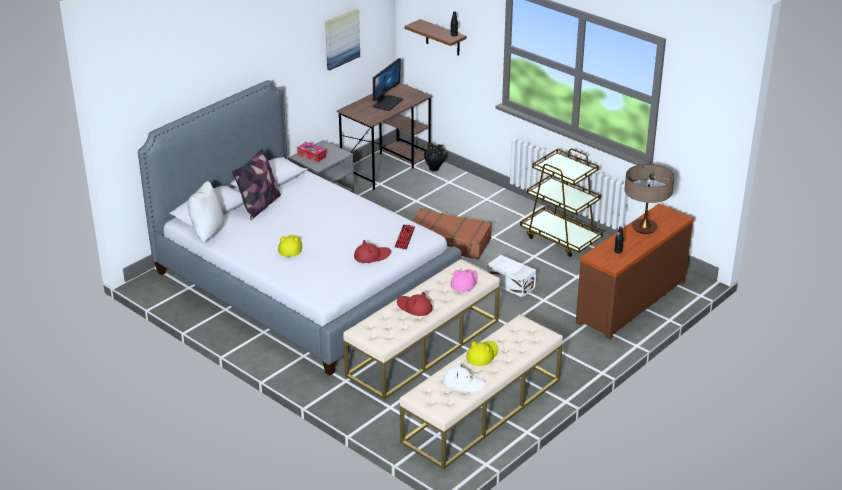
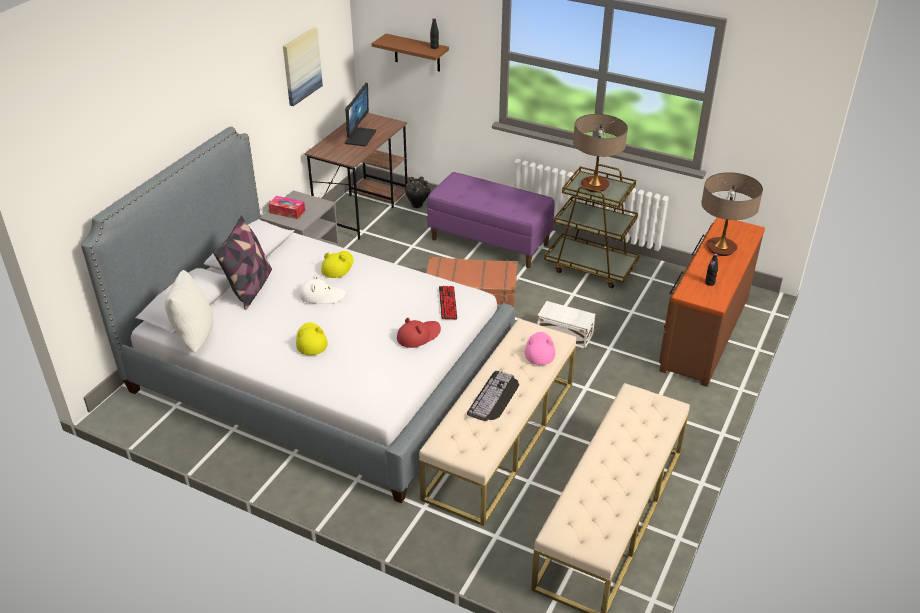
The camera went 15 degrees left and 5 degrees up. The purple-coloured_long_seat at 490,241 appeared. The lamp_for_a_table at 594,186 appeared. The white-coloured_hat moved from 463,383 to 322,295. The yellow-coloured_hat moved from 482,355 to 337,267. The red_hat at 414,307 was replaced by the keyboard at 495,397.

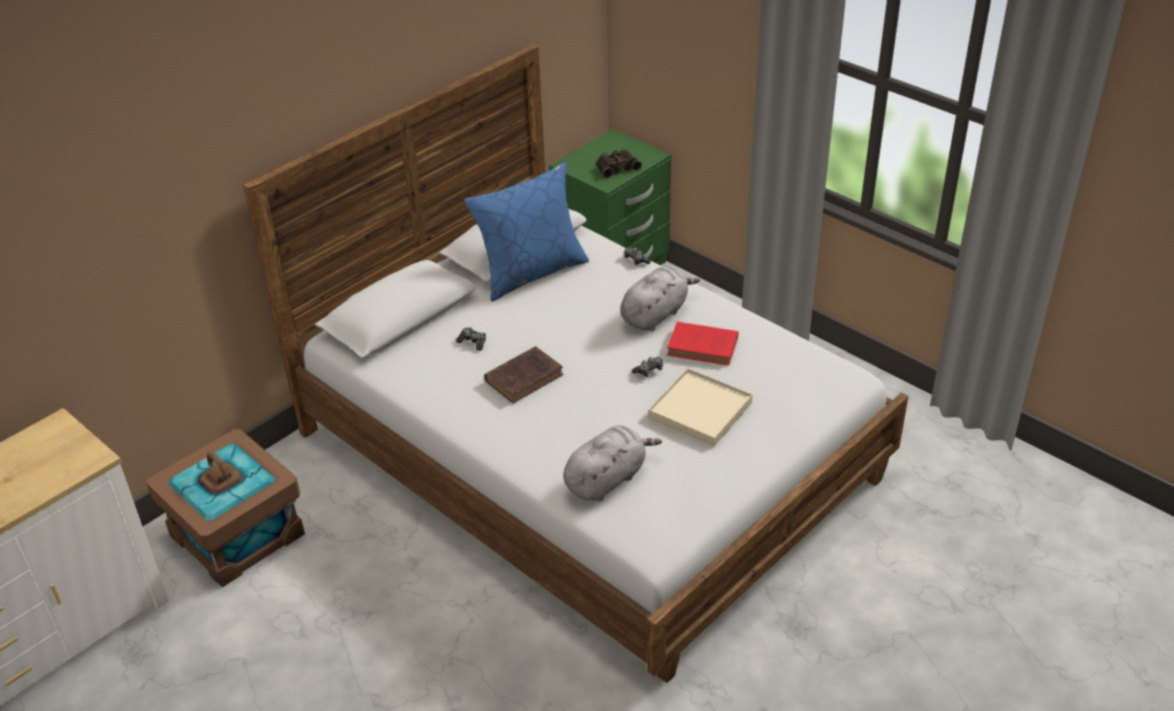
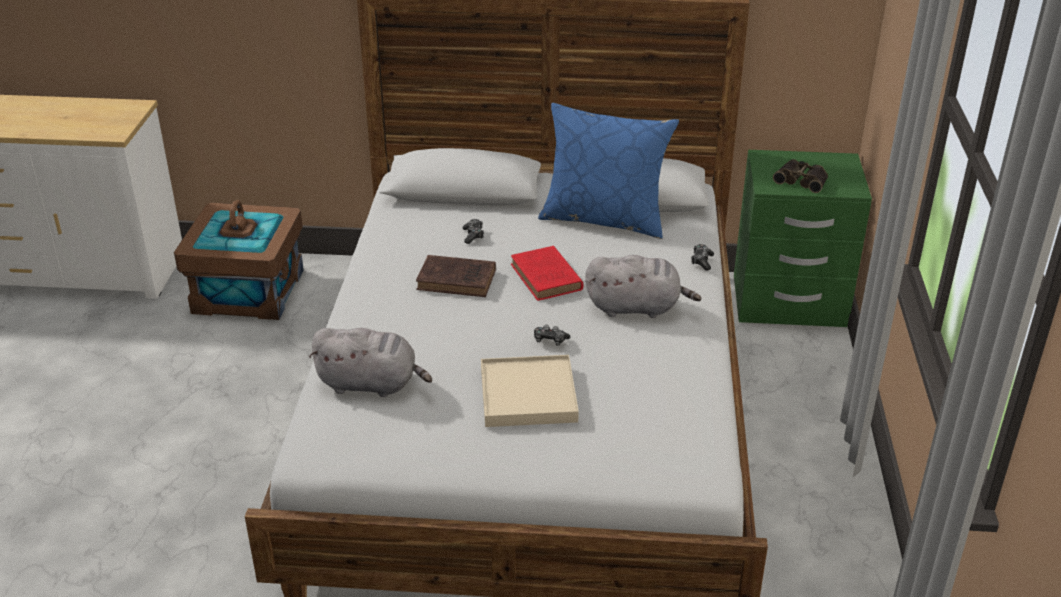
The camera went 50 degrees right and 5 degrees down. The red_book moved from 704,347 to 547,278.

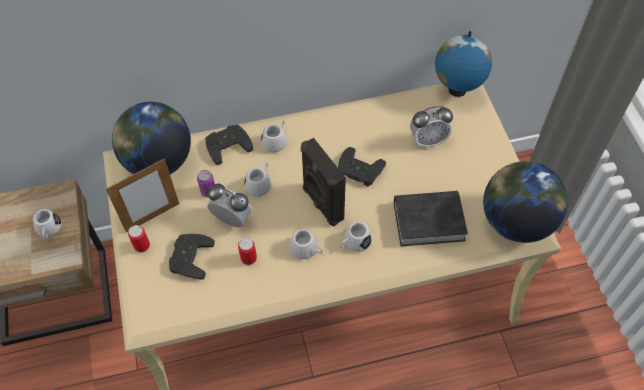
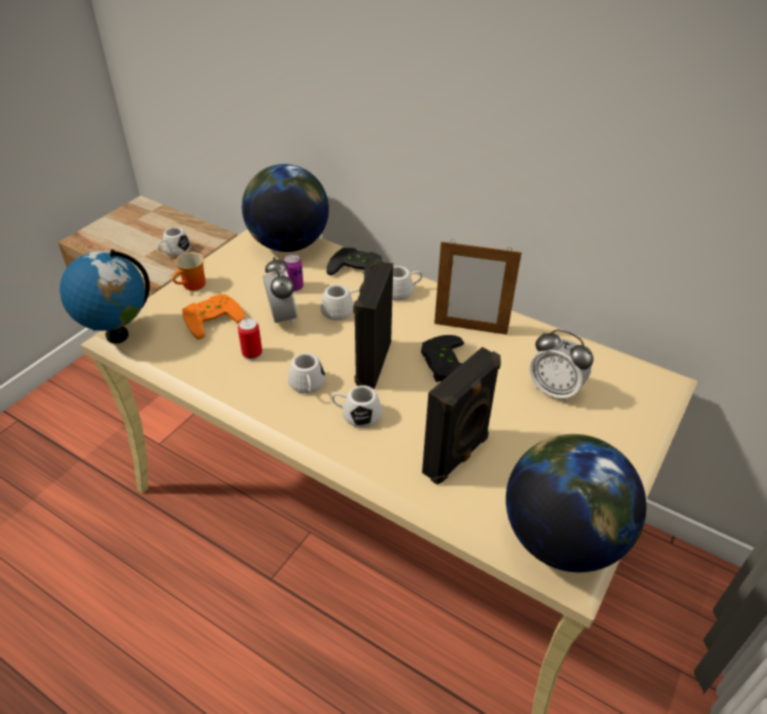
The camera went 45 degrees right and 15 degrees down. The photo_frame moved from 152,217 to 470,328. The globe moved from 456,90 to 117,335. The can at 142,246 was replaced by the mug at 193,286. The black_book at 428,221 was replaced by the black_loudspeaker at 457,456. The black_joypad at 188,257 became the orangey_joypad at 211,317.

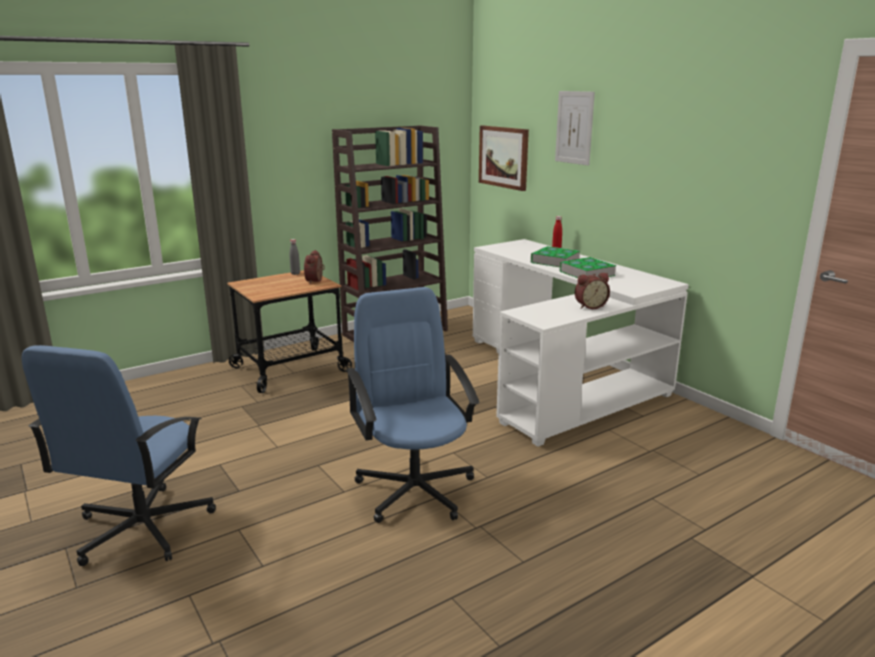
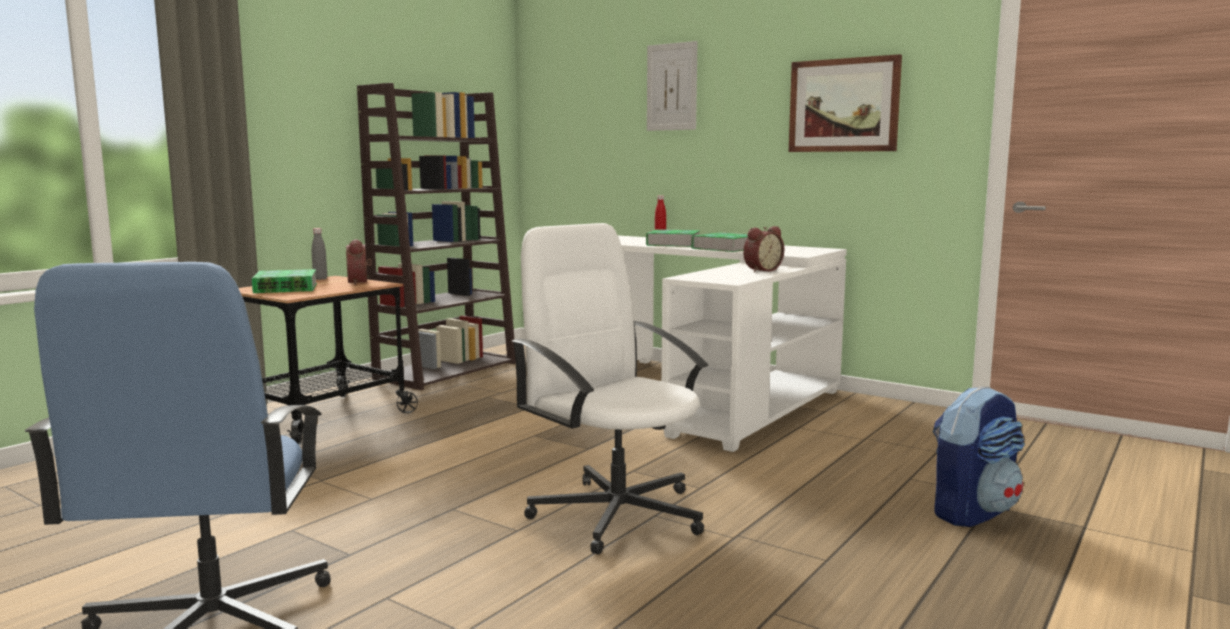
The camera went 20 degrees left and 10 degrees down. The book at 286,288 appeared. The rucksack at 972,512 appeared. The picture moved from 503,157 to 844,105. The blue-coloured_computer_chair at 415,489 became the white-coloured_computer_chair at 616,513.

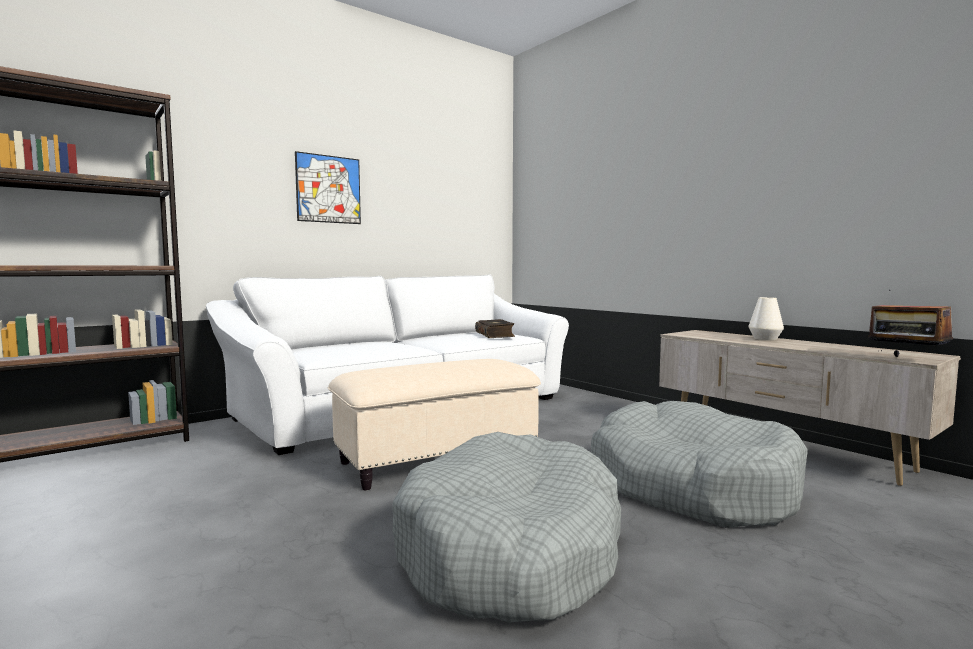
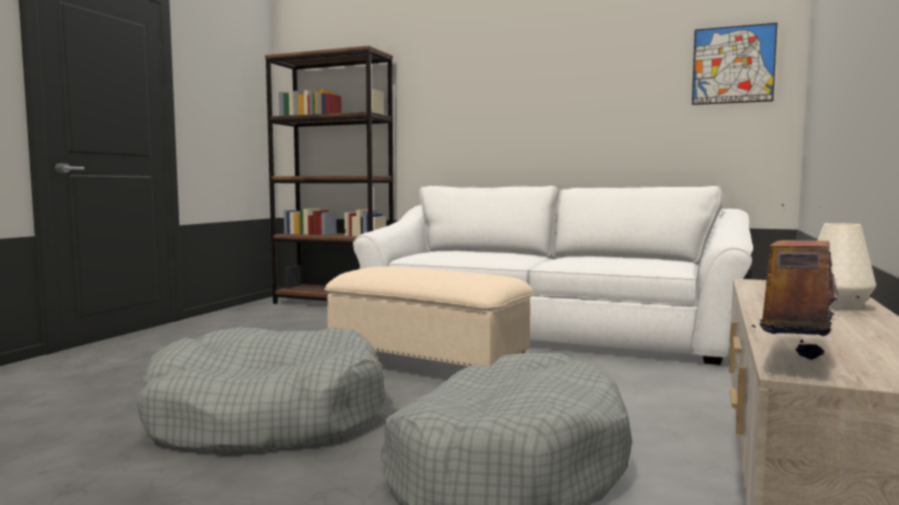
The camera went 60 degrees right and 0 degrees up. The book at 495,335 disappeared. The picture moved from 328,189 to 733,65.

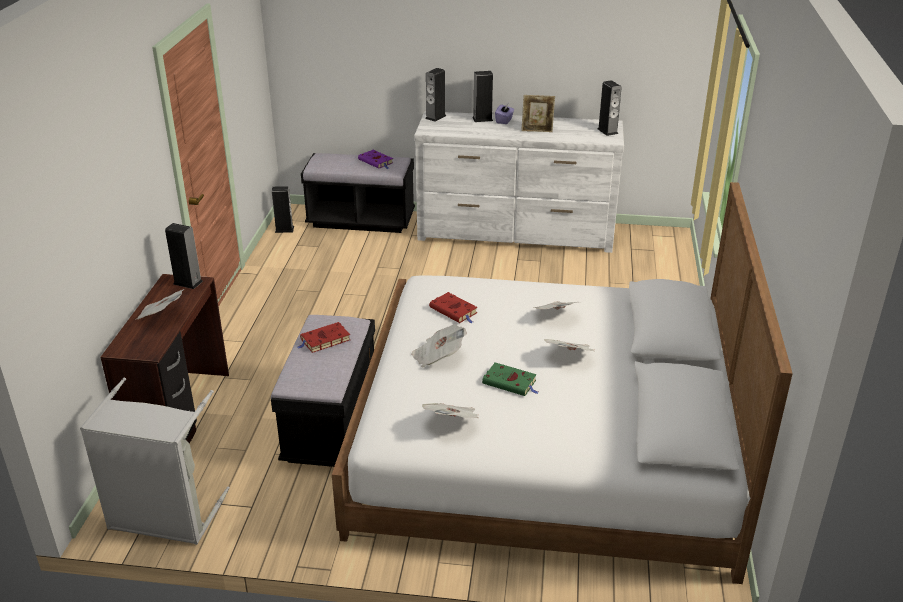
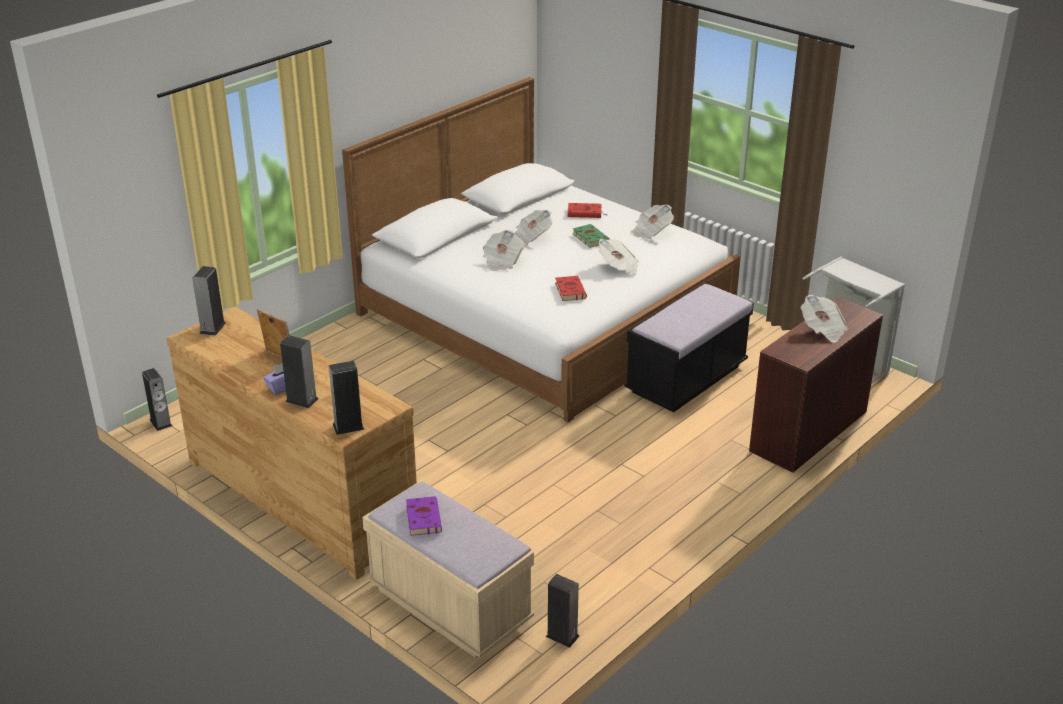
The camera went 145 degrees left and 0 degrees up. The loudspeaker moved from 188,282 to 161,422. The red_book moved from 324,340 to 585,213. The black_long_seat at 361,220 became the beige_long_seat at 449,605. The white-coloured_drawer_chest at 516,232 became the brown-coloured_drawer_chest at 301,497.

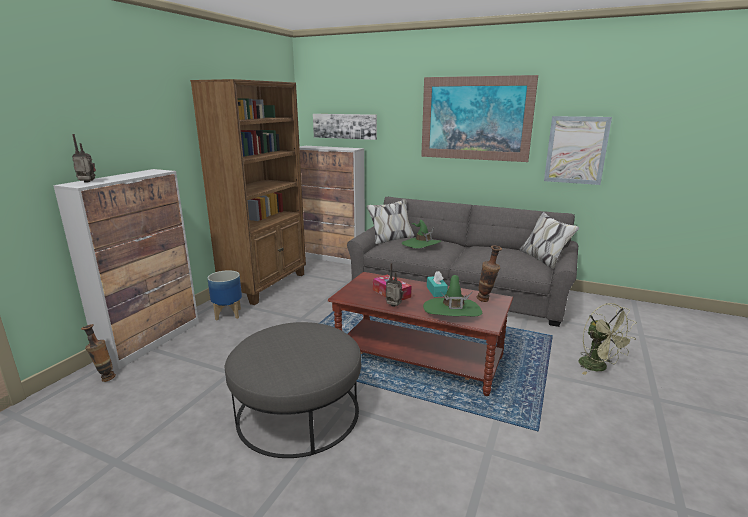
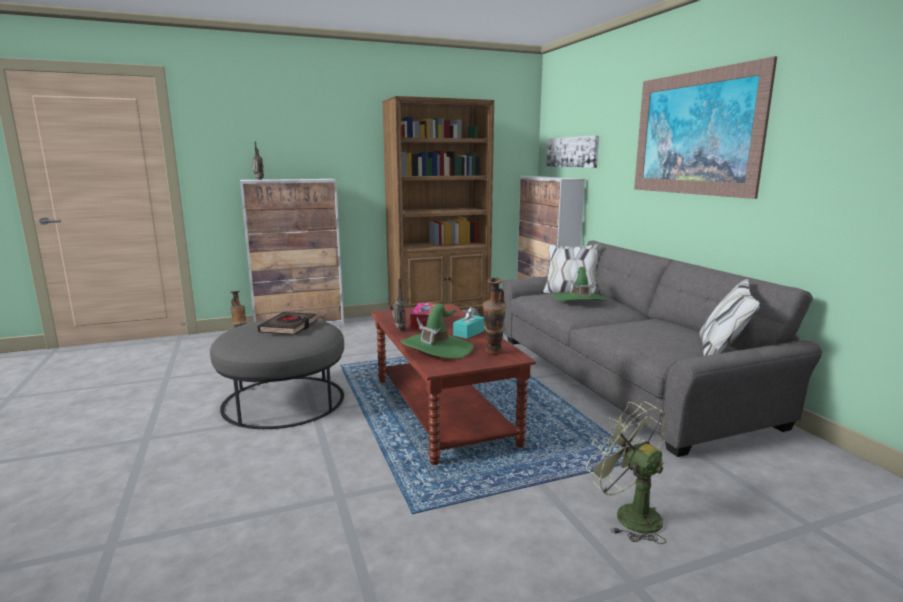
The camera went 45 degrees right and 5 degrees down. The plant_pot at 228,314 disappeared. The picture at 576,150 disappeared. The black_book at 289,327 appeared. The green-coloured_cooling_fan at 598,367 turned 120 degrees clockwise.

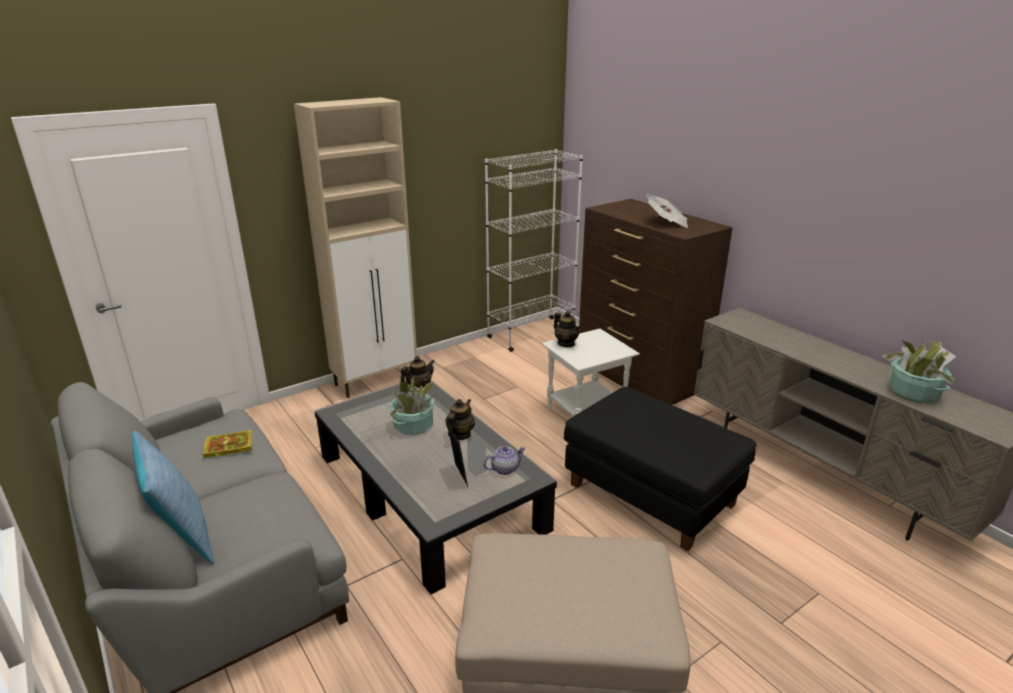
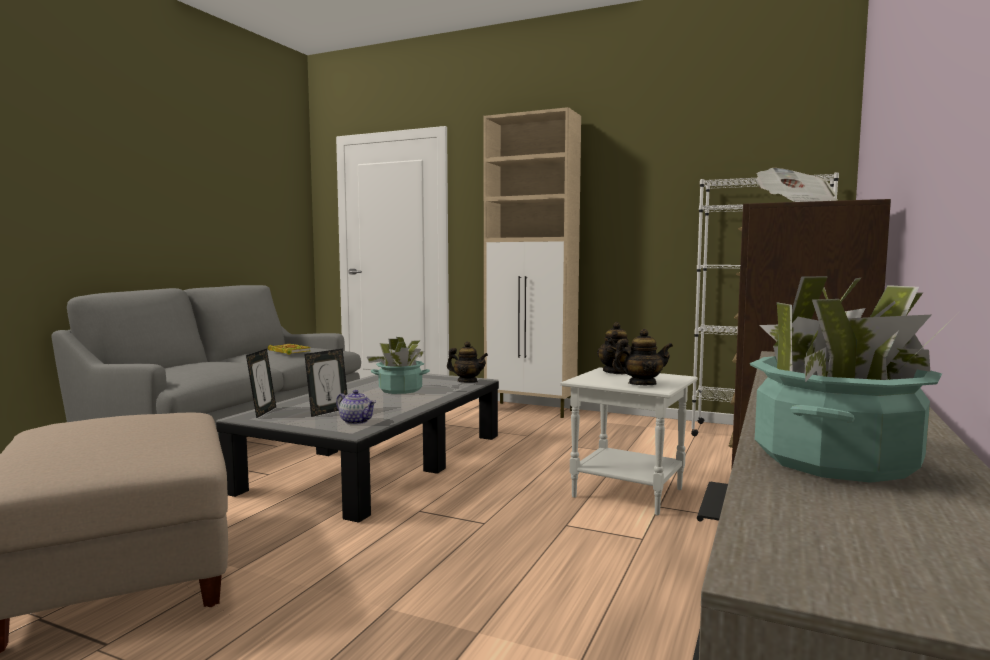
The camera went 60 degrees right and 20 degrees down. The pillow at 183,537 disappeared. The black_ottoman at 652,494 disappeared. The photo_frame at 263,412 appeared. The pot_for_tea moved from 460,435 to 642,384.

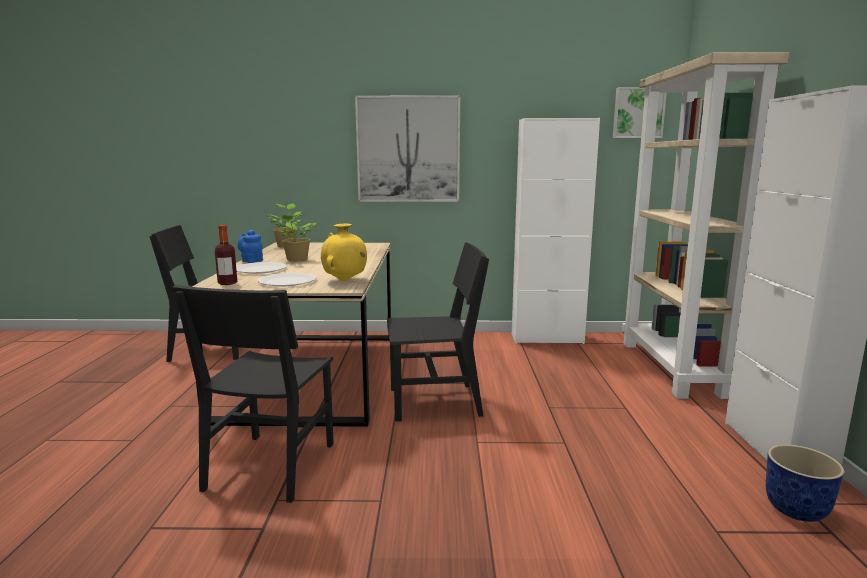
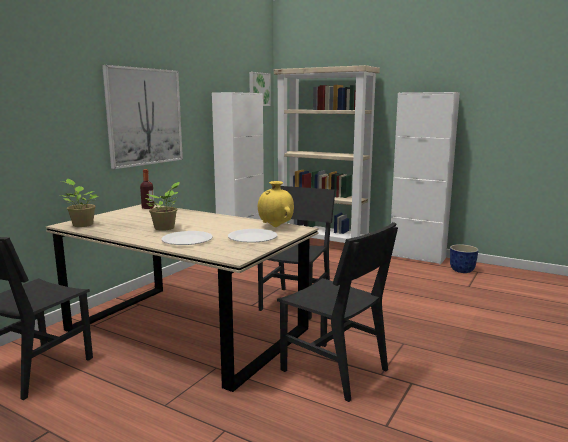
The camera went 60 degrees left and 0 degrees up. The blue-coloured_pot_for_tea at 251,261 disappeared. The bottle moved from 227,283 to 148,208.

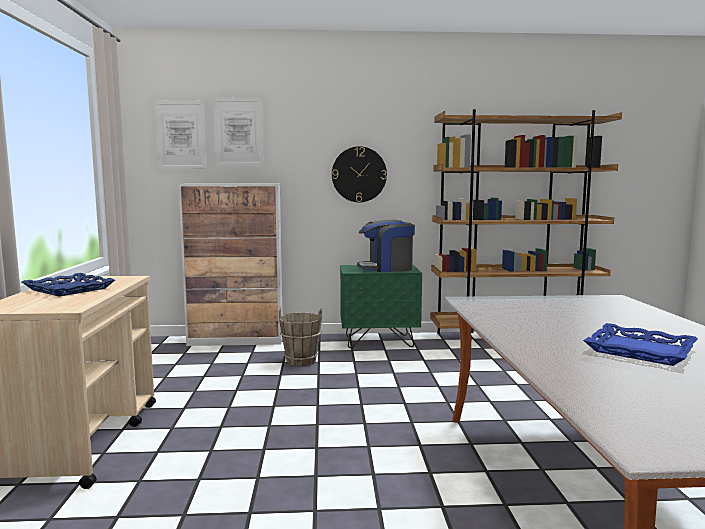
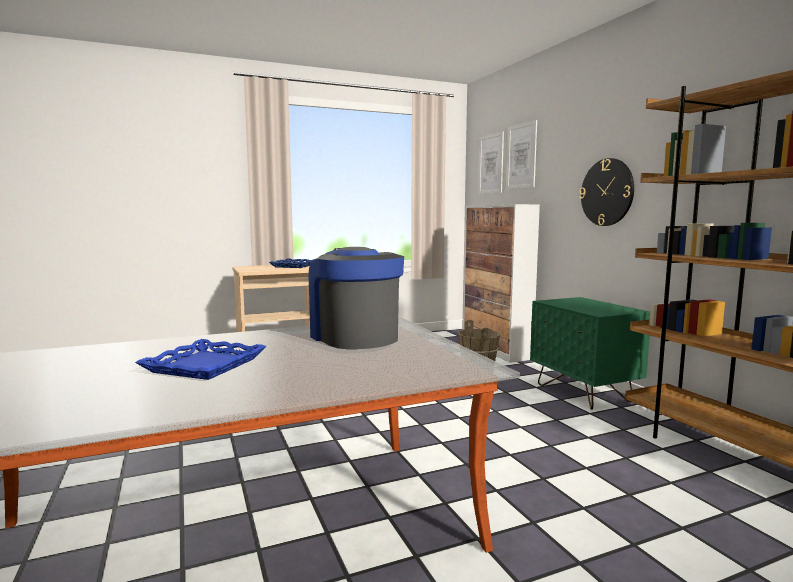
The camera went 70 degrees right and 0 degrees up. The coffee_machine moved from 386,268 to 354,337.

